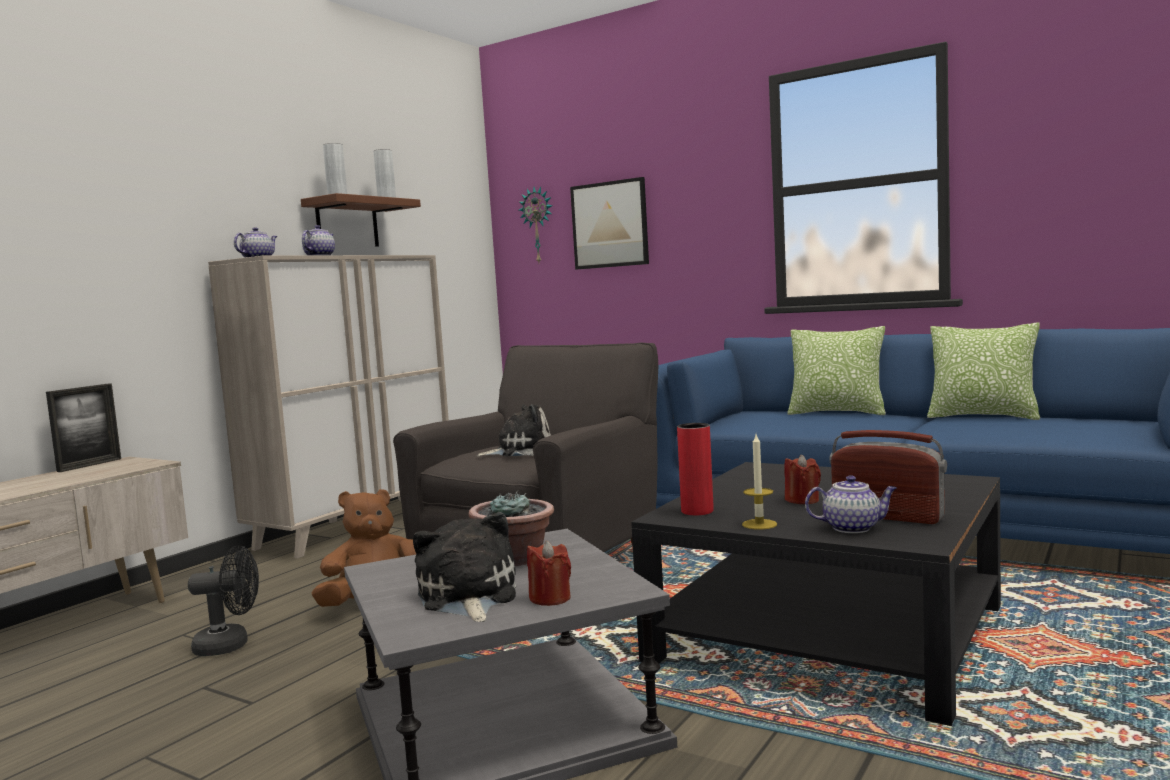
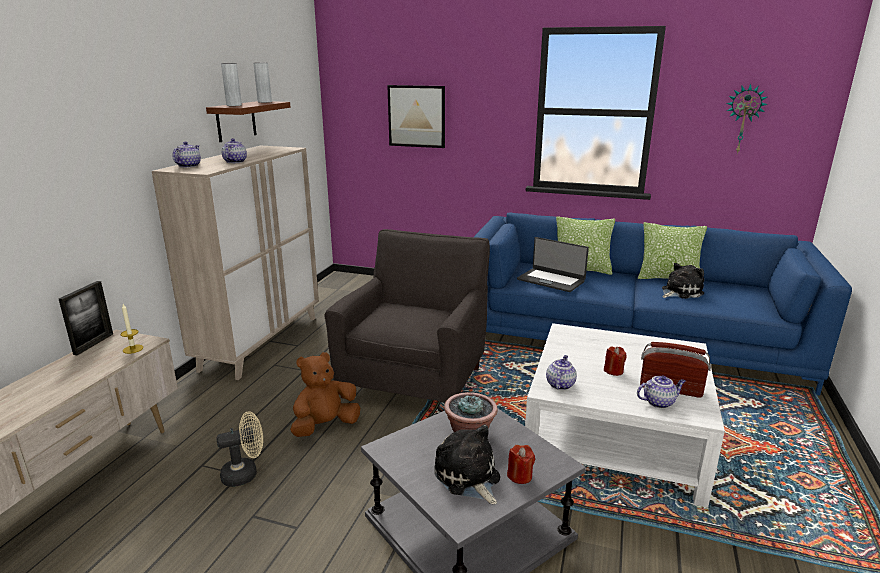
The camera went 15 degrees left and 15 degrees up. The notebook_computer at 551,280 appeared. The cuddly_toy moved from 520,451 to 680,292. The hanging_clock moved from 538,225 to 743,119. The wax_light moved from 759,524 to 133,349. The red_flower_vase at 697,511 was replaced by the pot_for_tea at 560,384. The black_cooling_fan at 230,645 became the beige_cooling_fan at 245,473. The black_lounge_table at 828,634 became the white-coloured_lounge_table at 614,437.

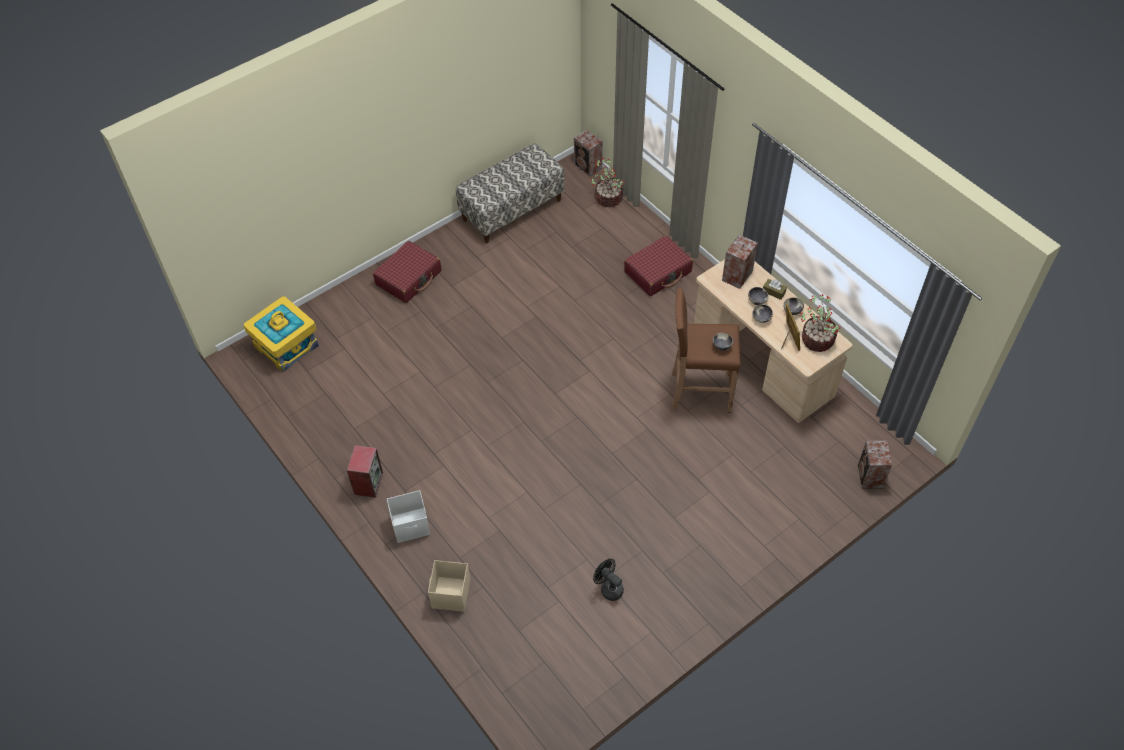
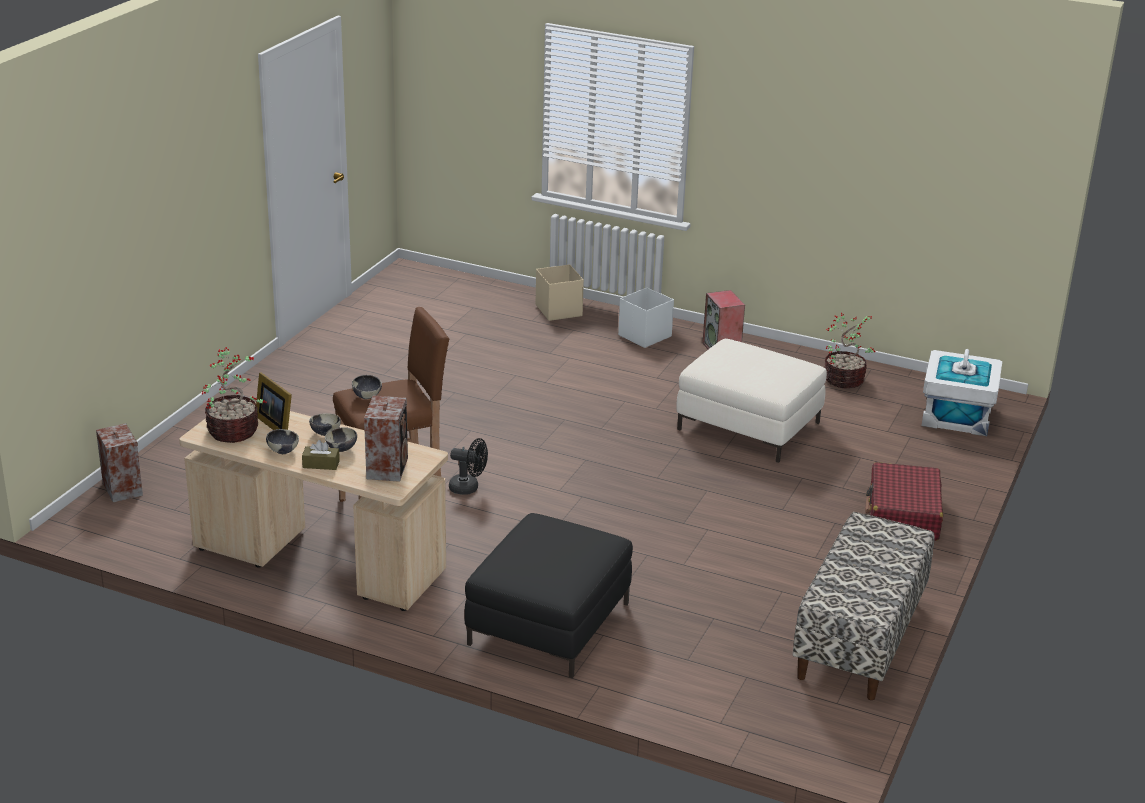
The camera went 150 degrees right and 25 degrees down. The loudspeaker at 588,167 disappeared. The white-coloured_ottoman at 749,426 appeared. The potted_plant moved from 608,198 to 845,380. The black_cooling_fan moved from 609,588 to 468,488. The red_travel_case at 658,272 was replaced by the black_ottoman at 549,624. The yellow-coloured_storage_box at 286,346 became the white-coloured_storage_box at 957,416.

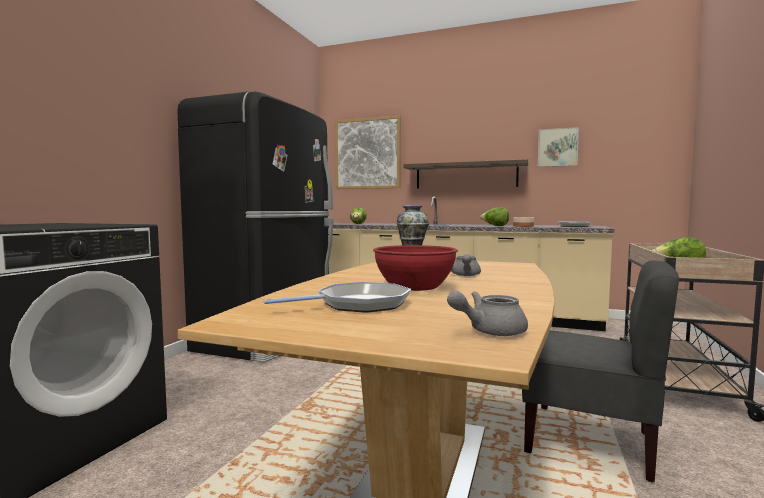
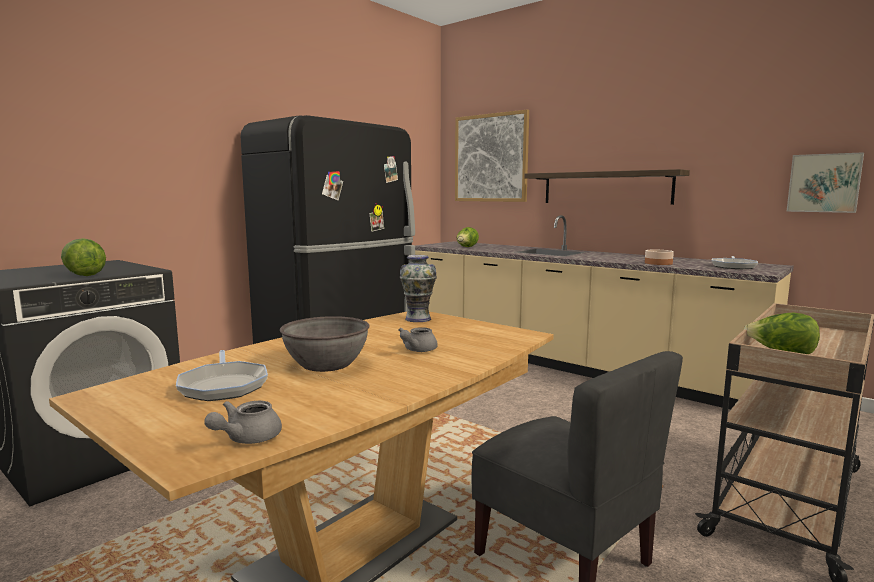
The camera went 20 degrees right and 5 degrees up. The lettuce moved from 495,226 to 85,275. The picture moved from 557,147 to 824,183. The red_deep_dish at 415,286 became the gray_deep_dish at 327,364. The skillet at 358,304 turned 75 degrees clockwise. The gray_pot_for_tea at 489,331 turned 60 degrees counterclockwise.

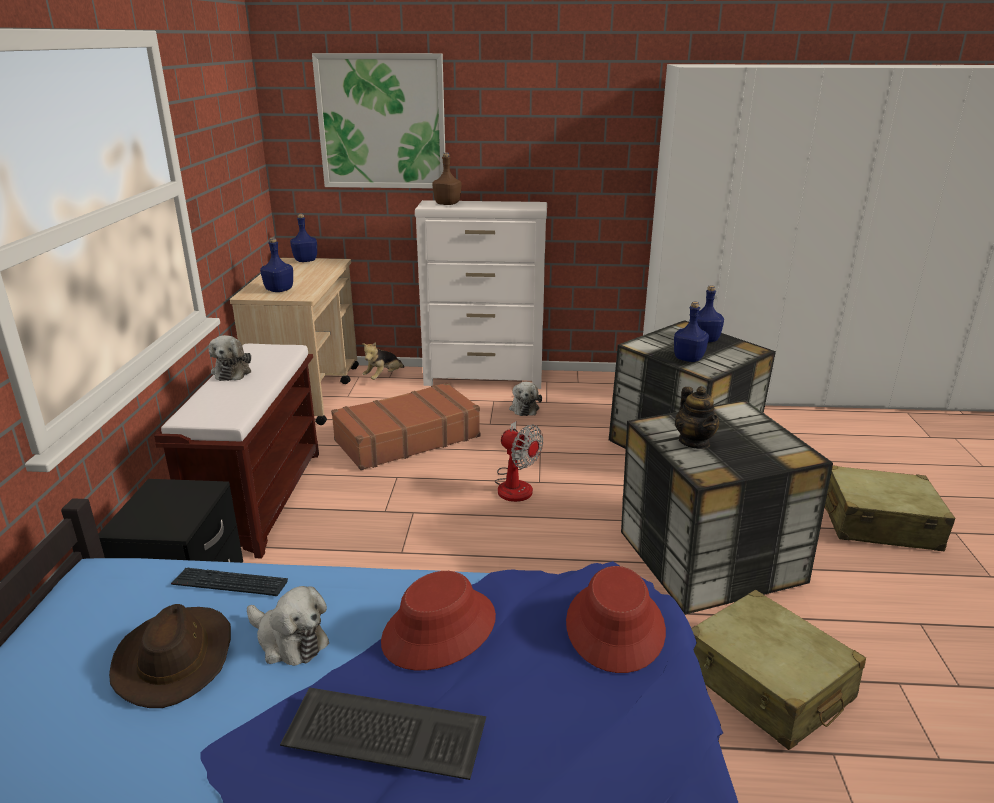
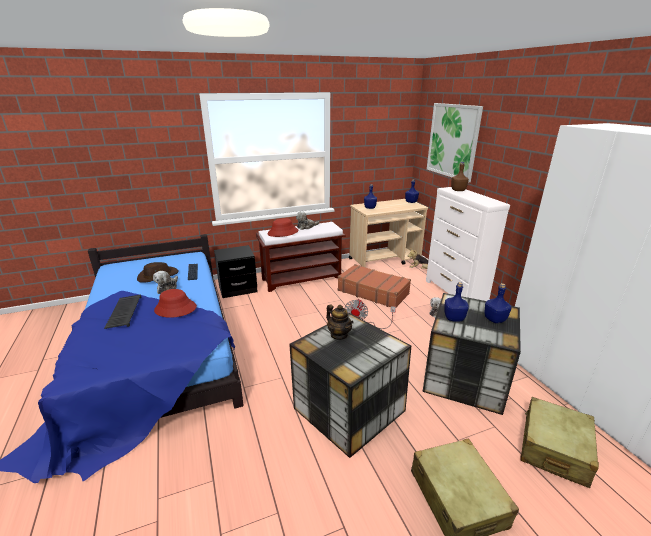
The camera went 65 degrees right and 0 degrees up. The red_hat moved from 615,626 to 283,232. The beige_travel_case moved from 767,684 to 554,449. The pot_for_tea at 694,442 turned 90 degrees counterclockwise.

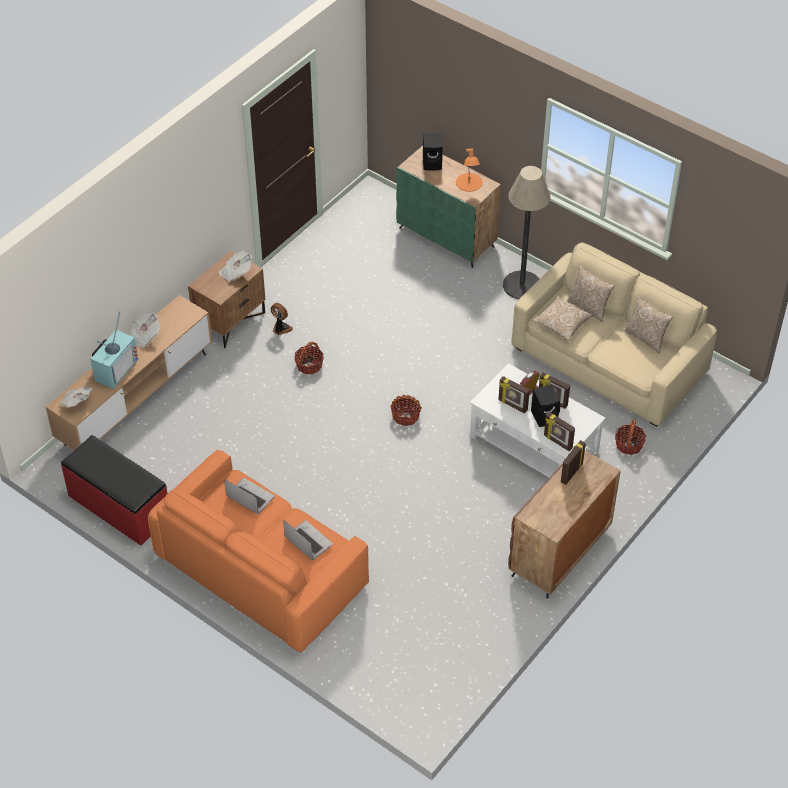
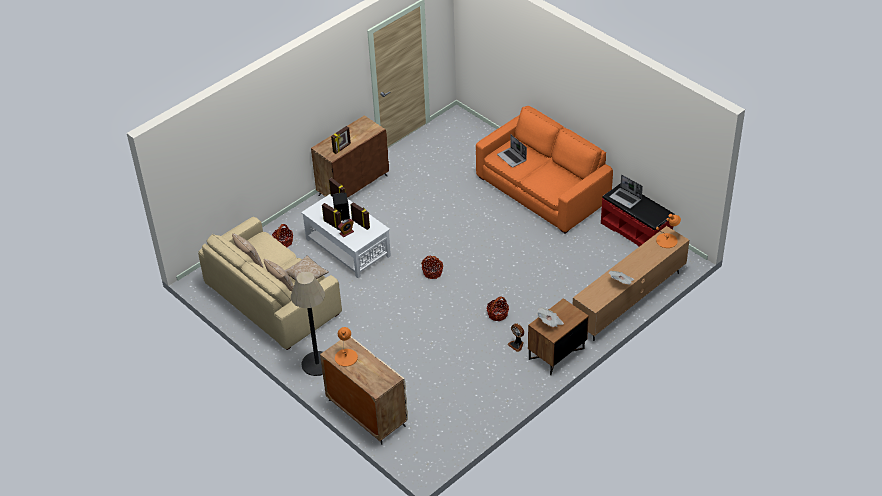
The camera went 170 degrees left and 5 degrees down. The TV at 115,369 disappeared. The black_loudspeaker at 433,163 disappeared. The notebook_computer moved from 249,497 to 625,198. The newspaper at 76,402 was replaced by the orangey_lamp_for_a_table at 667,240. The green-coloured_storage_cabinet at 447,237 became the beige_storage_cabinet at 366,413.

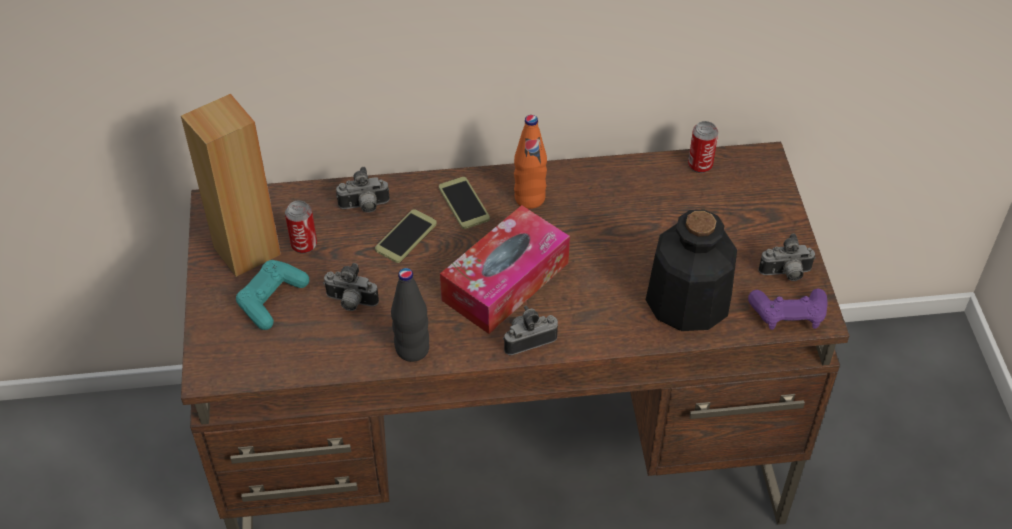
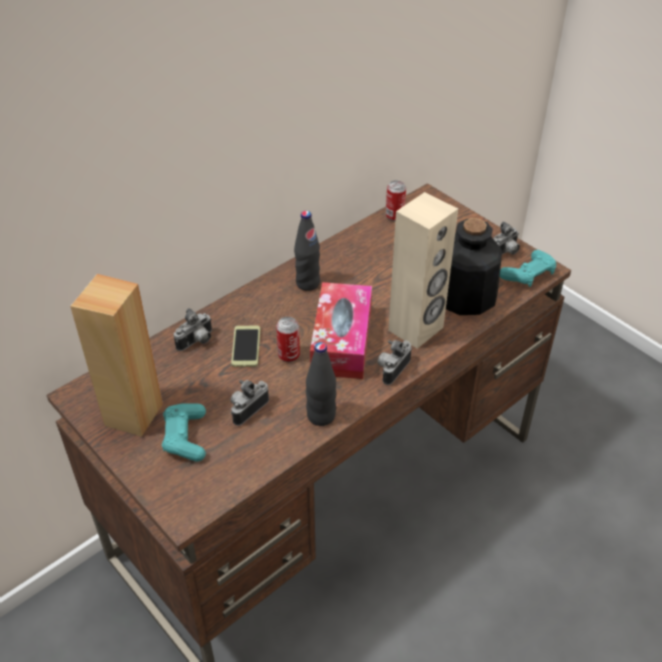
The camera went 35 degrees left and 5 degrees down. The telephone at 463,203 disappeared. The beige_loudspeaker at 416,329 appeared. The can moved from 304,245 to 289,355. The orangey_bottle at 529,198 became the black_bottle at 307,283. The purple-coloured_joypad at 788,314 became the turquoise_joypad at 528,275. The photo_camera at 350,303 turned 150 degrees clockwise.

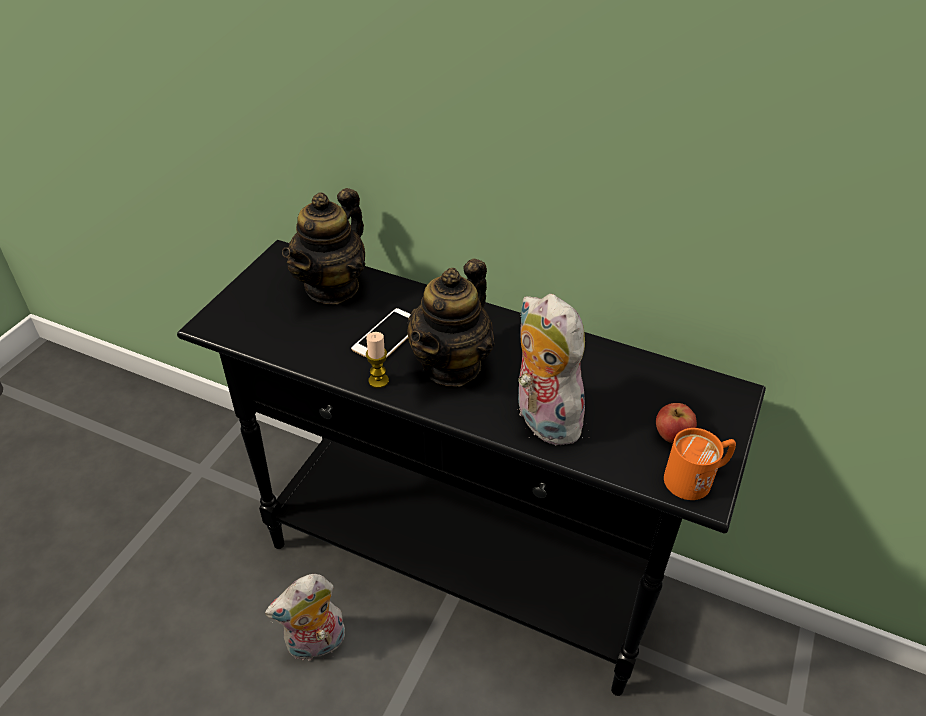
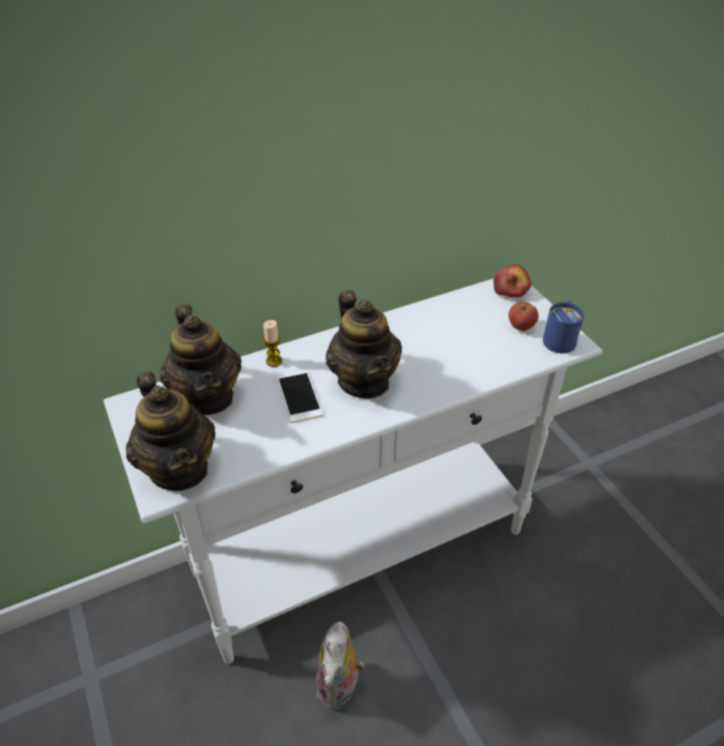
The camera went 50 degrees left and 0 degrees up. The cuddly_toy at 541,419 disappeared. The pot_for_tea at 179,469 appeared. The apple at 510,290 appeared. The wax_light moved from 378,381 to 274,361. The black_console_table at 461,568 became the white-coloured_console_table at 362,552. The orangey_mug at 696,478 became the blue-coloured_mug at 560,338.

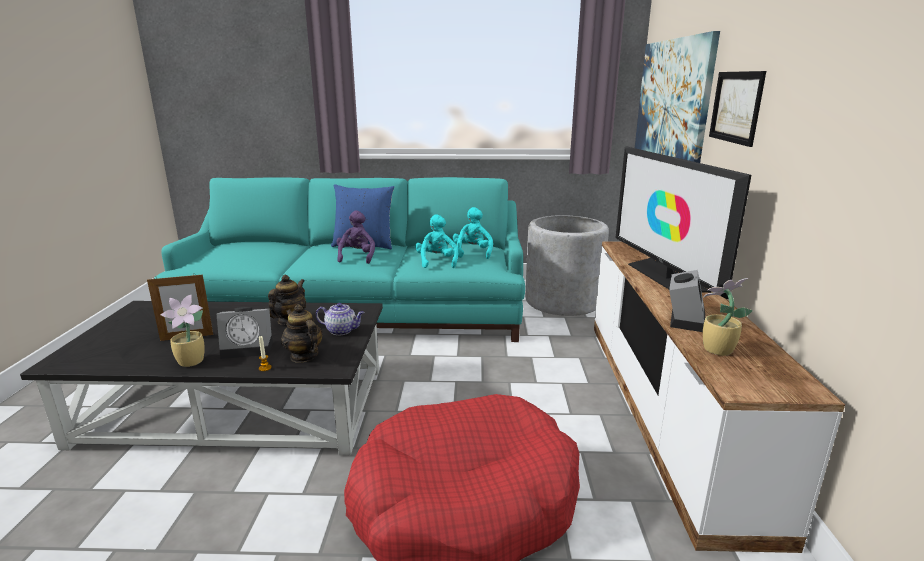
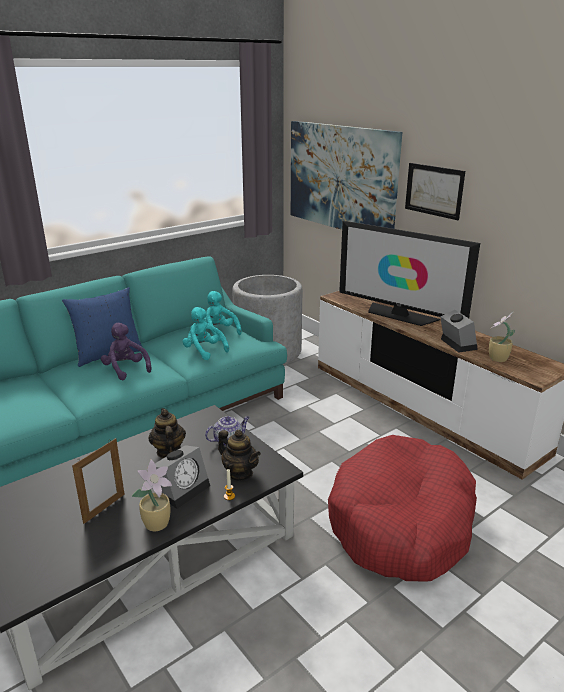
The camera went 40 degrees left and 5 degrees up. The pot_for_tea at 304,356 turned 150 degrees counterclockwise.

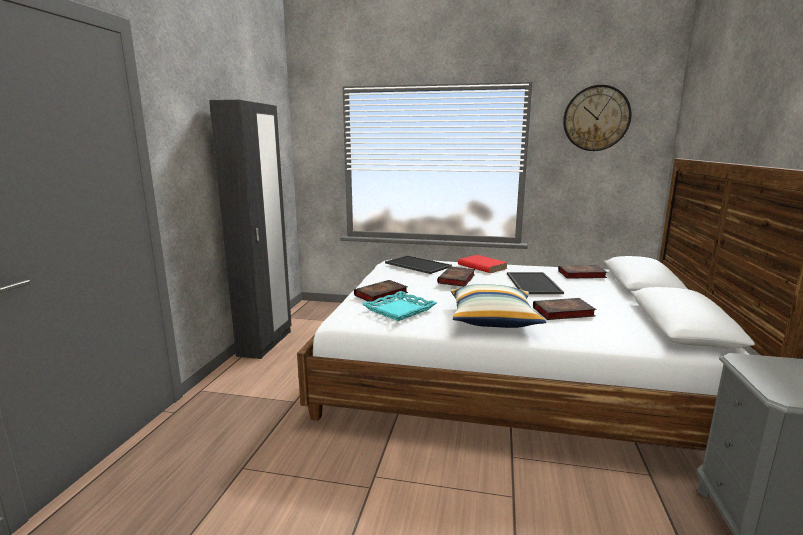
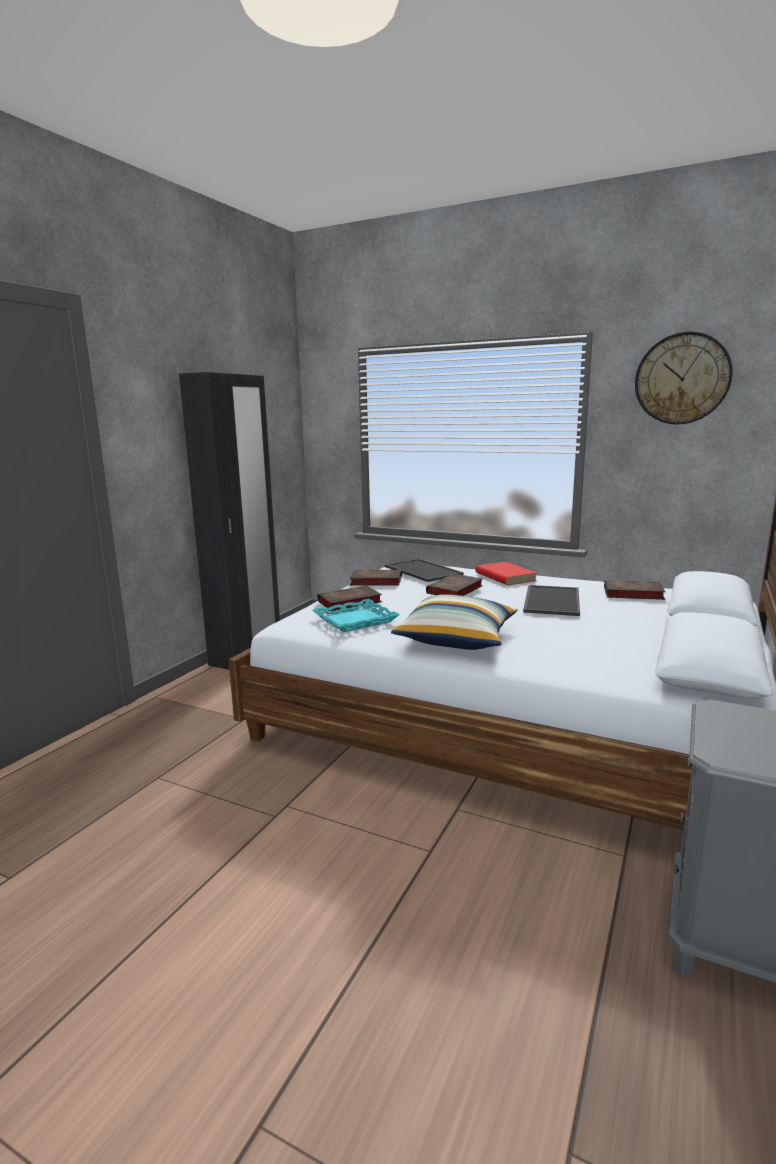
The camera went 15 degrees right and 0 degrees up. The book moved from 562,312 to 374,581.

